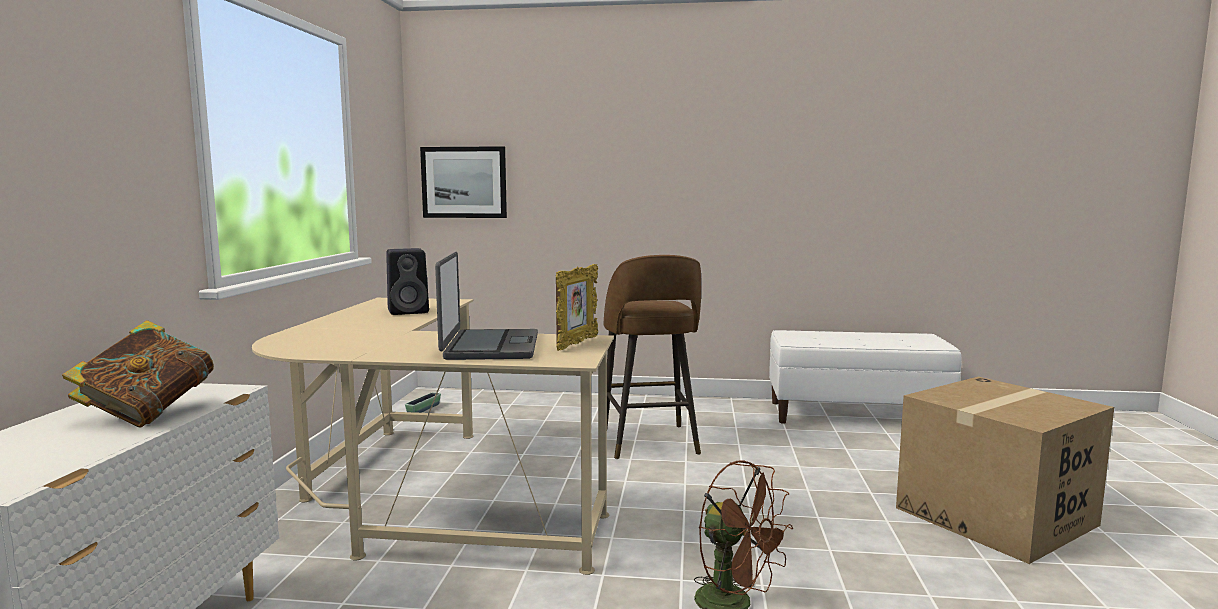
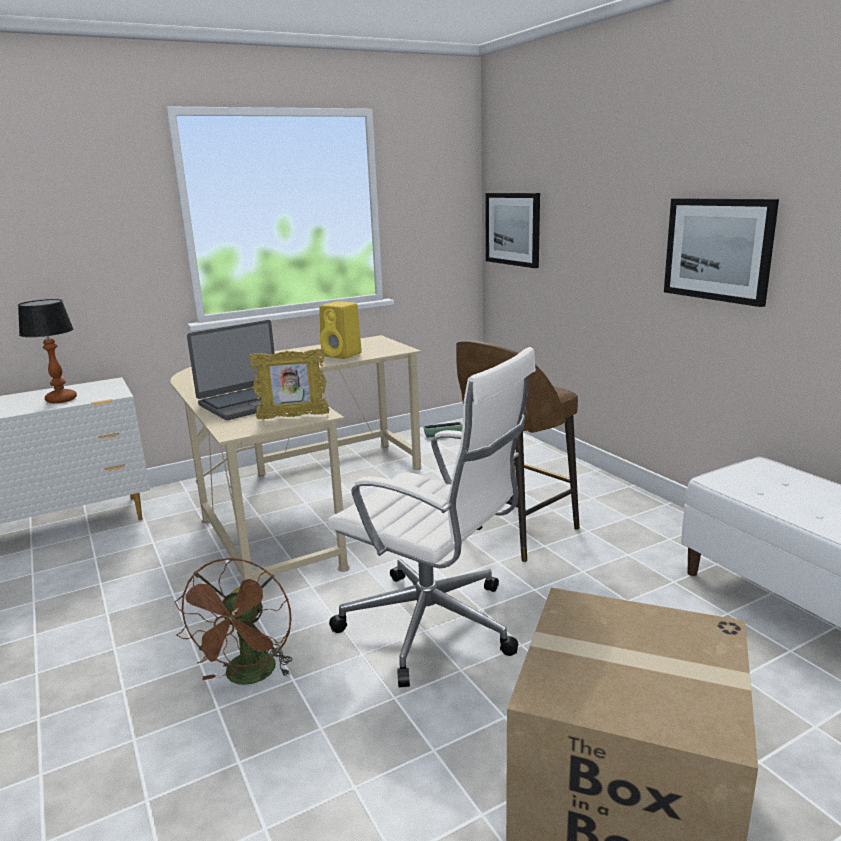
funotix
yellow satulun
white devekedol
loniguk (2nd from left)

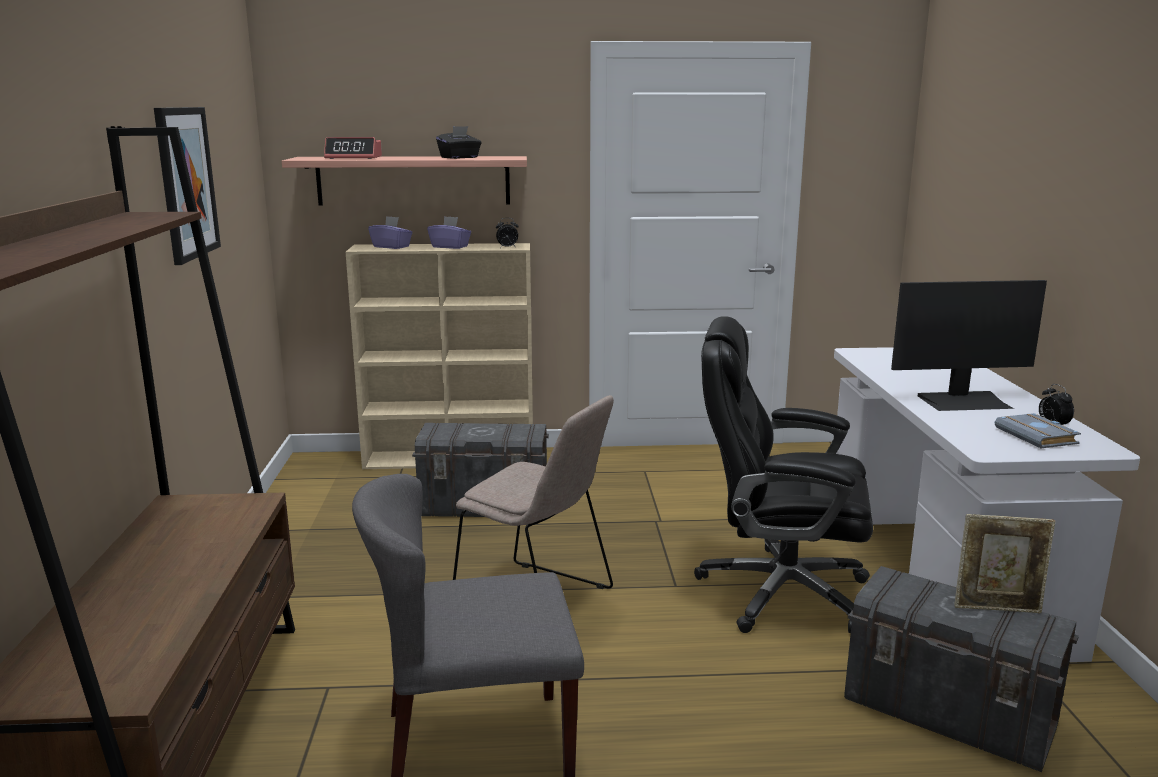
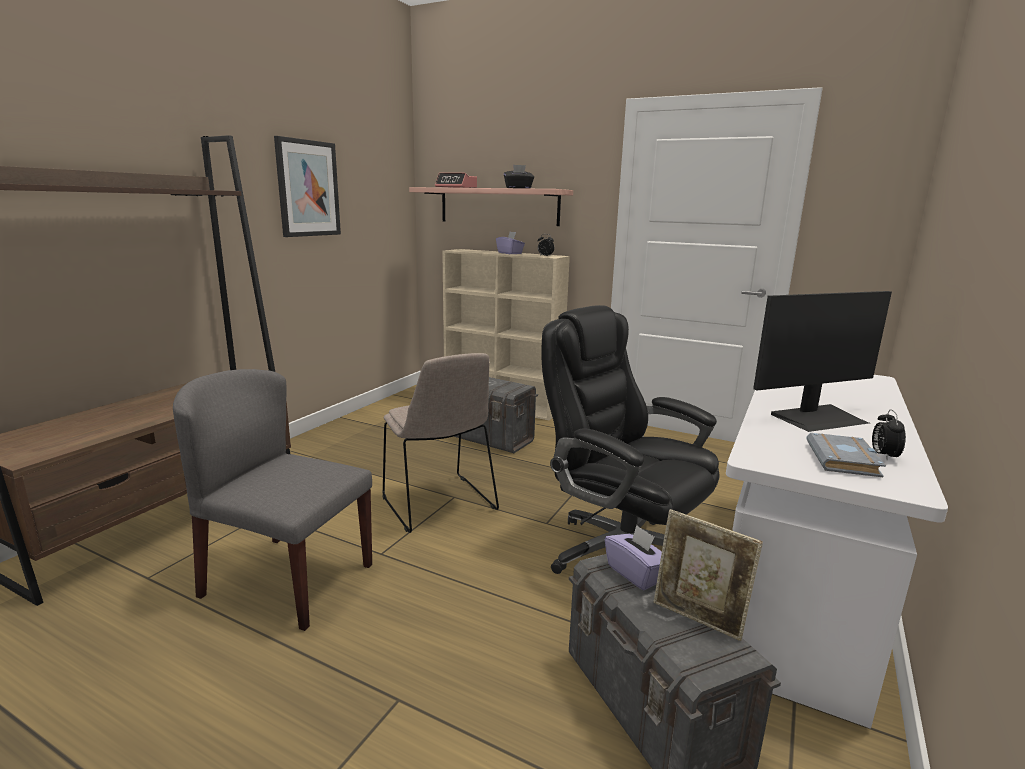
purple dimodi (2nd from left)
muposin

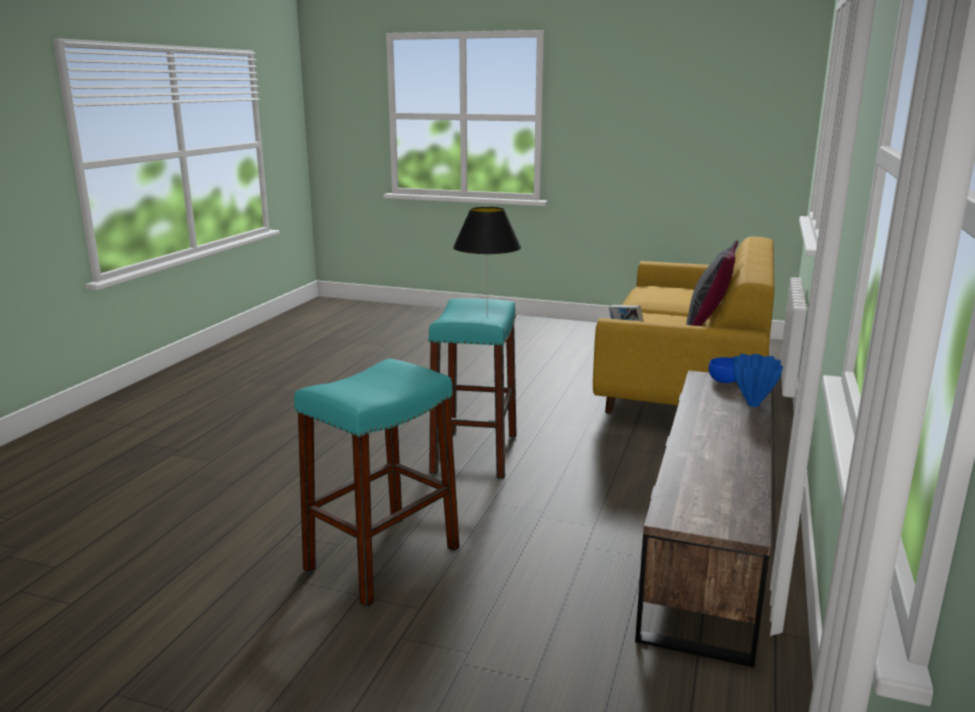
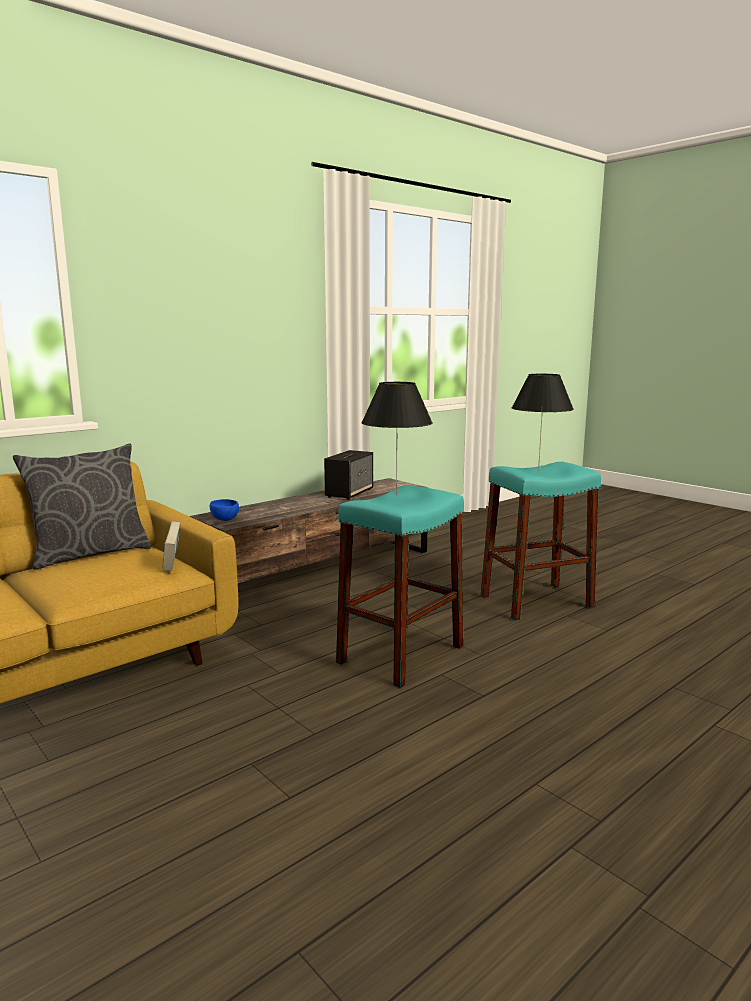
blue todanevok
satulun
black funotix (2nd from left)

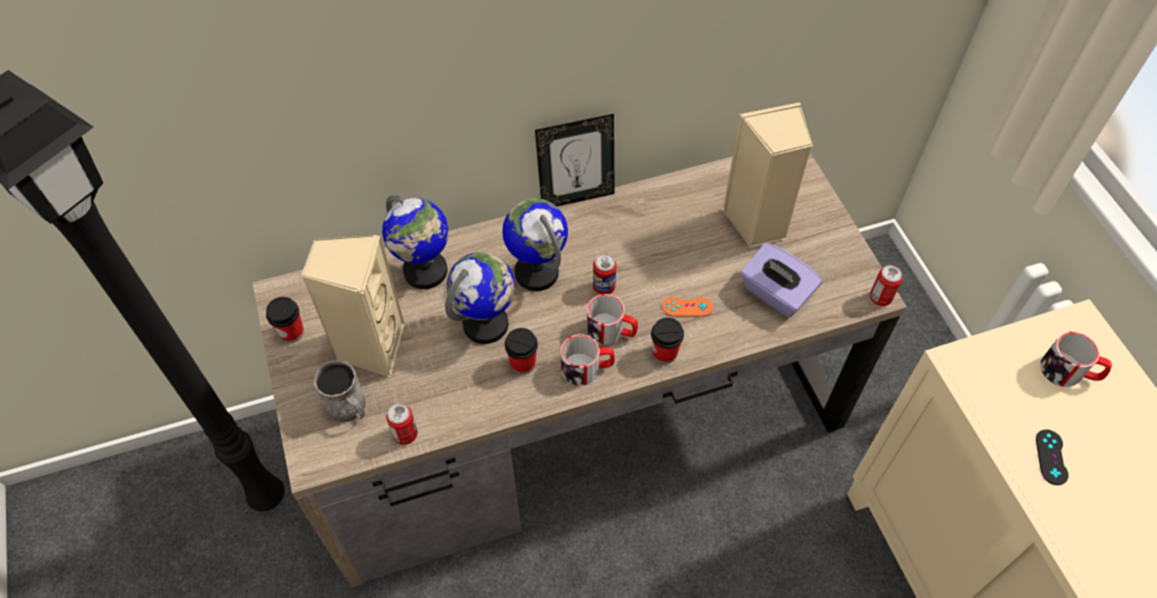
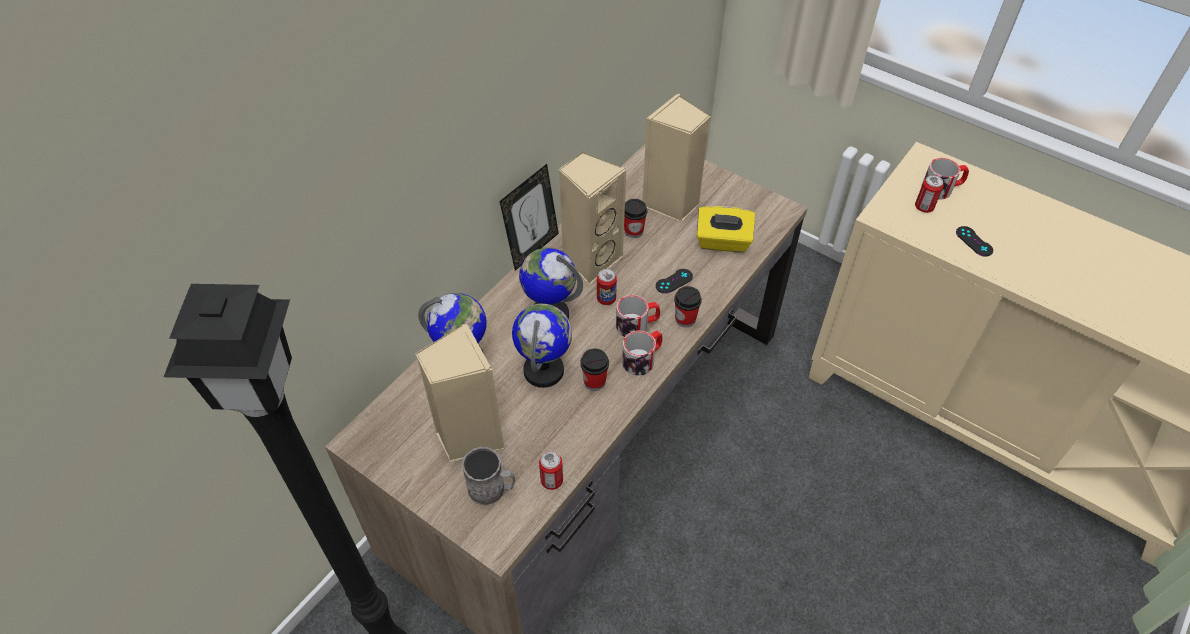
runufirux (2nd from left)
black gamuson (1st from left)
yellow dimodi
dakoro (3rd from left)
beige satulun (2nd from left)

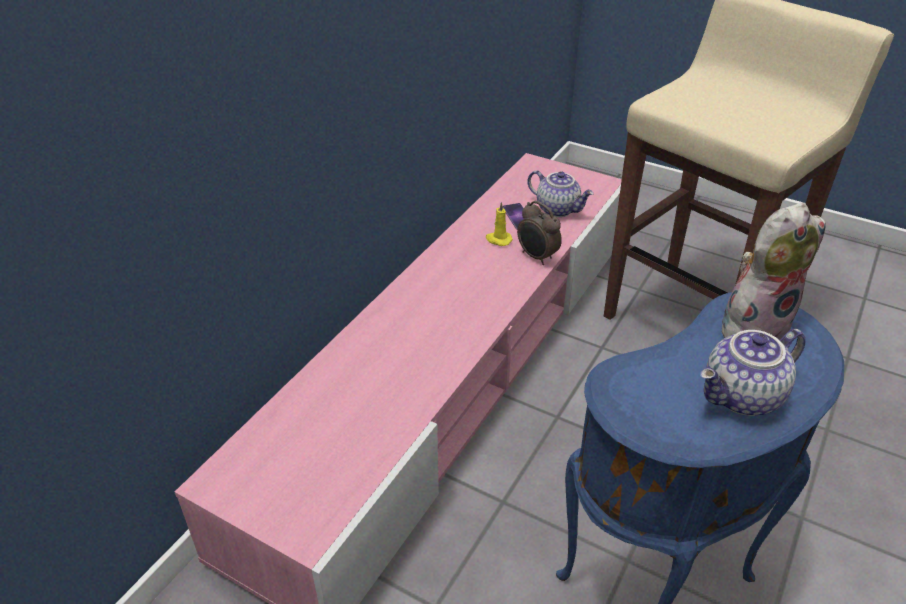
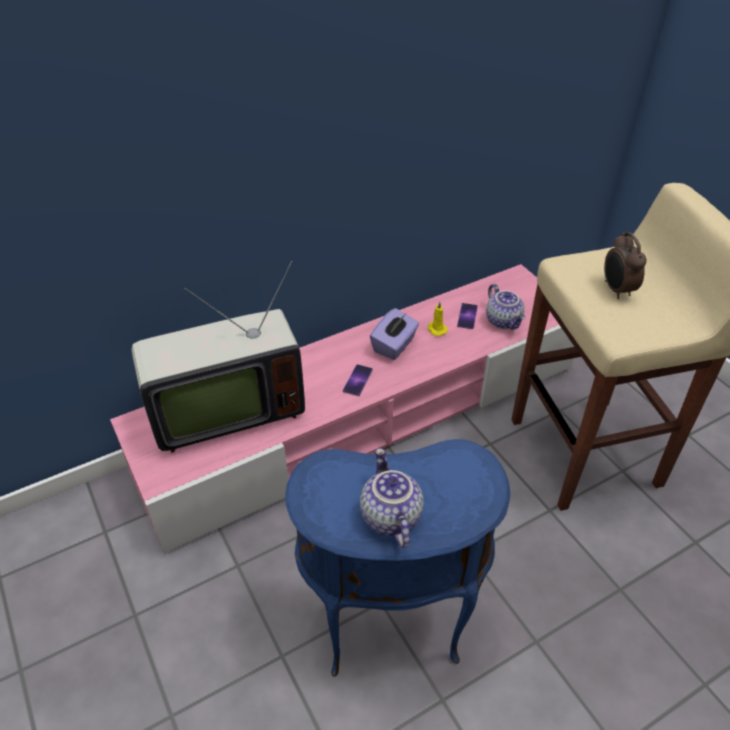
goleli
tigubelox (1st from left)
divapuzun
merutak
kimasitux (1st from left)
purple dimodi

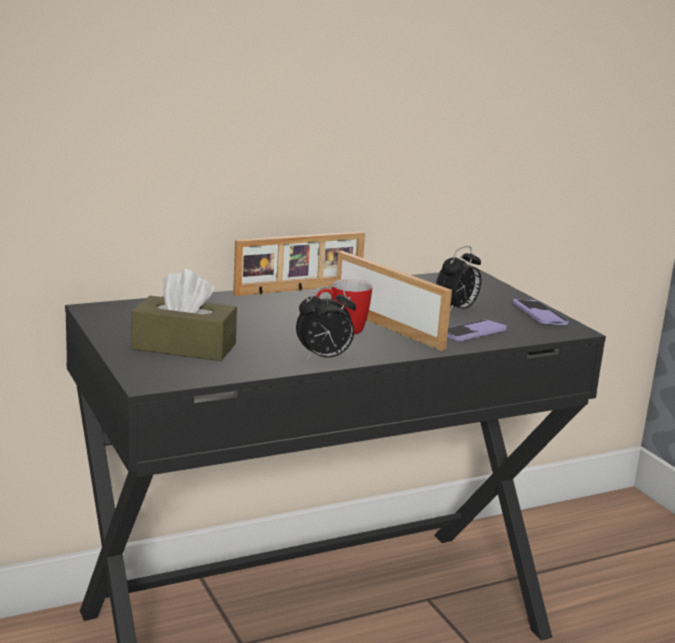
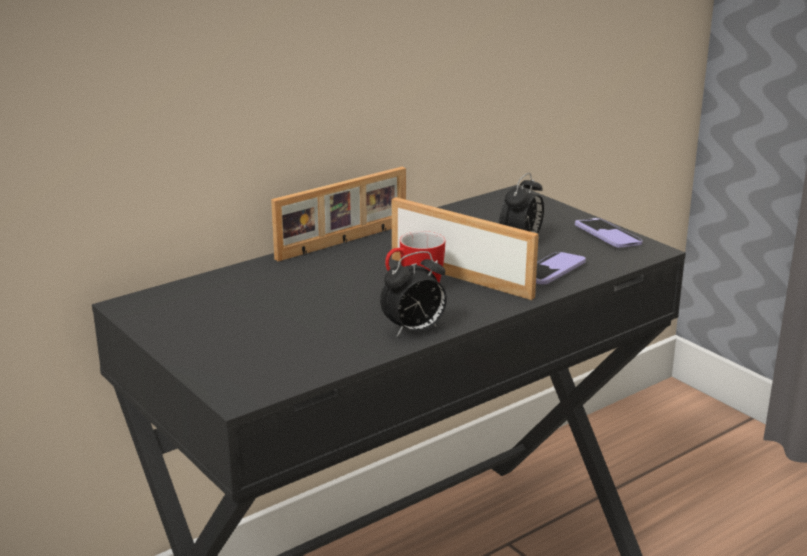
brown dimodi

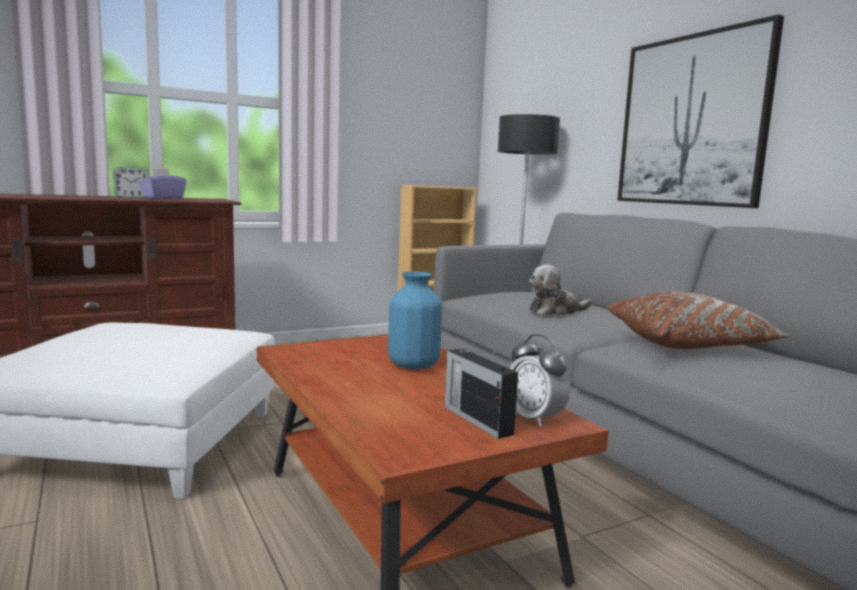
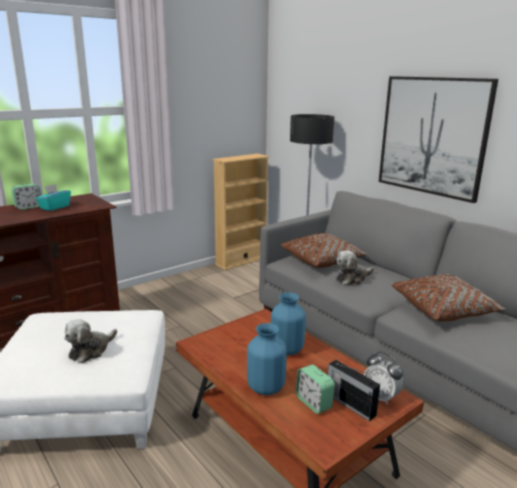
turquoise dimodi
divapuzun (1st from left)
blue todanevok (1st from left)
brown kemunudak (1st from left)
goleli (2nd from left)

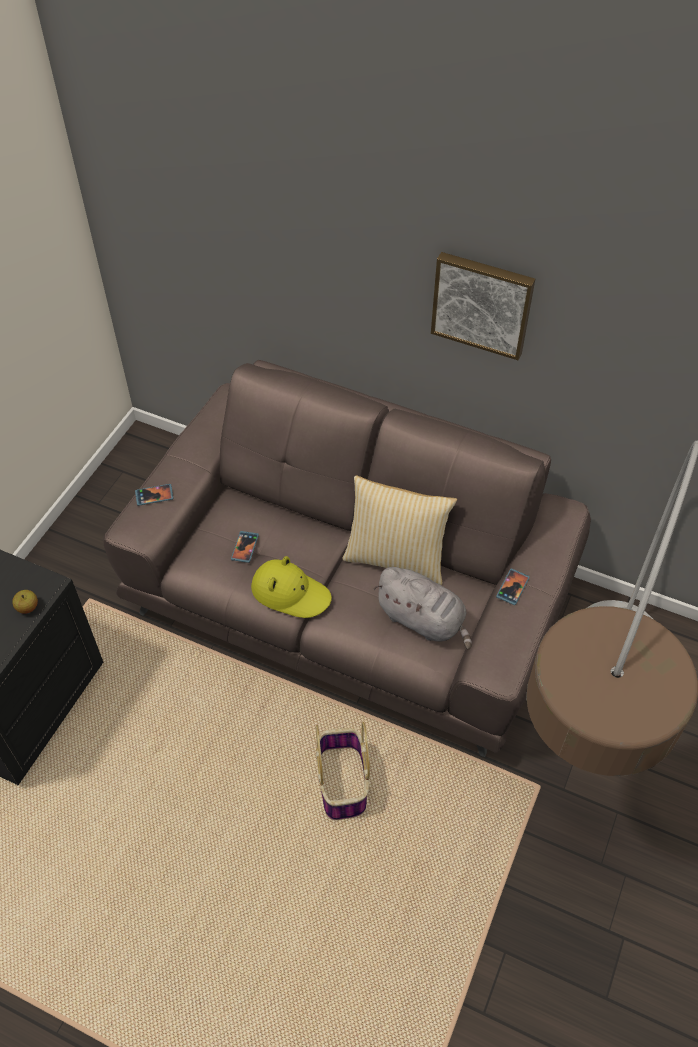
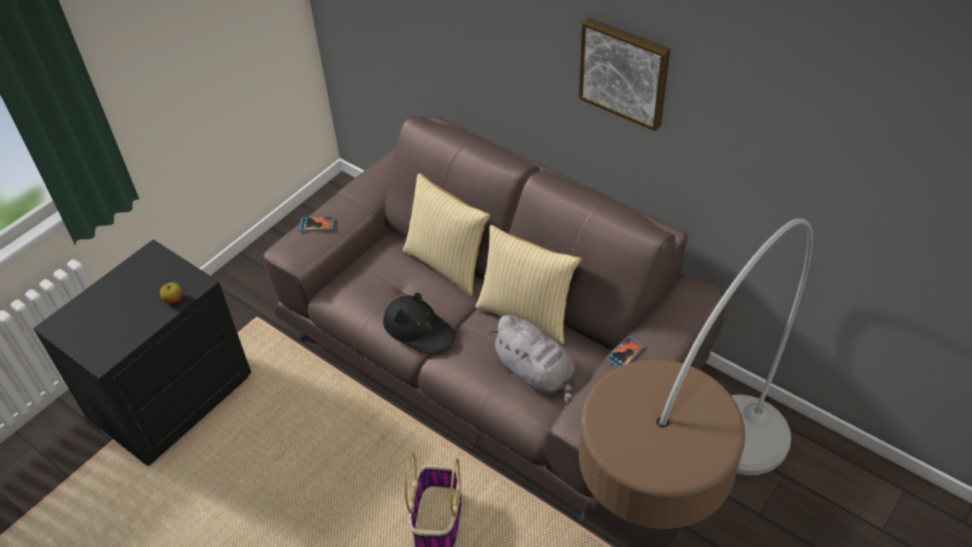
kimasitux (2nd from left in the first image)
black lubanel
kemunudak (1st from left)

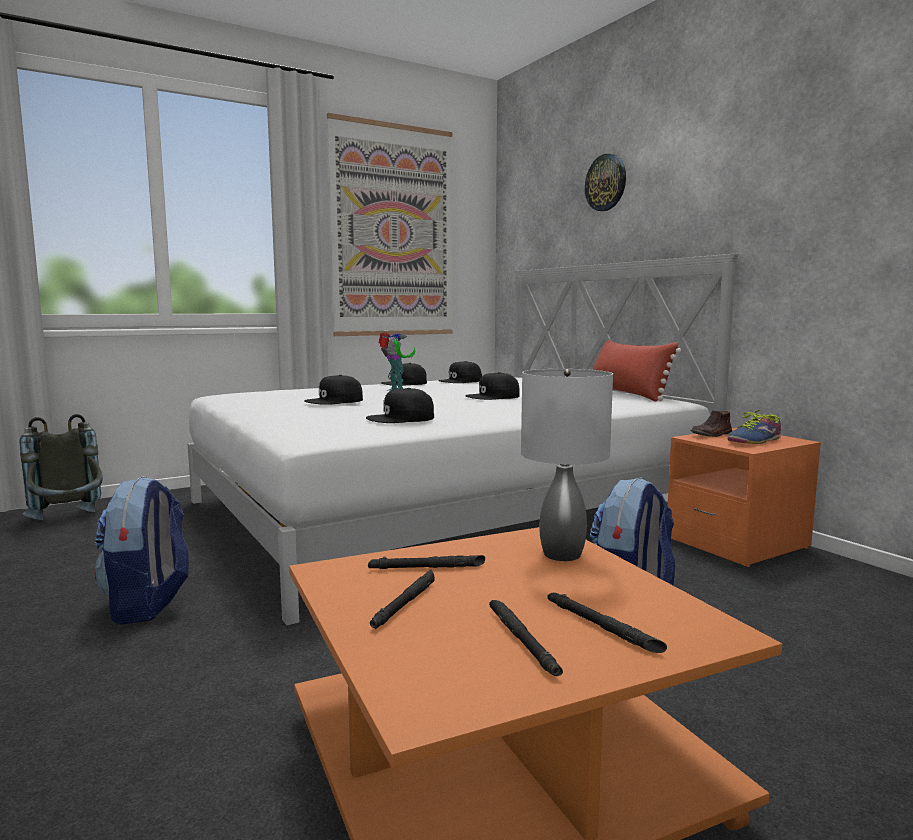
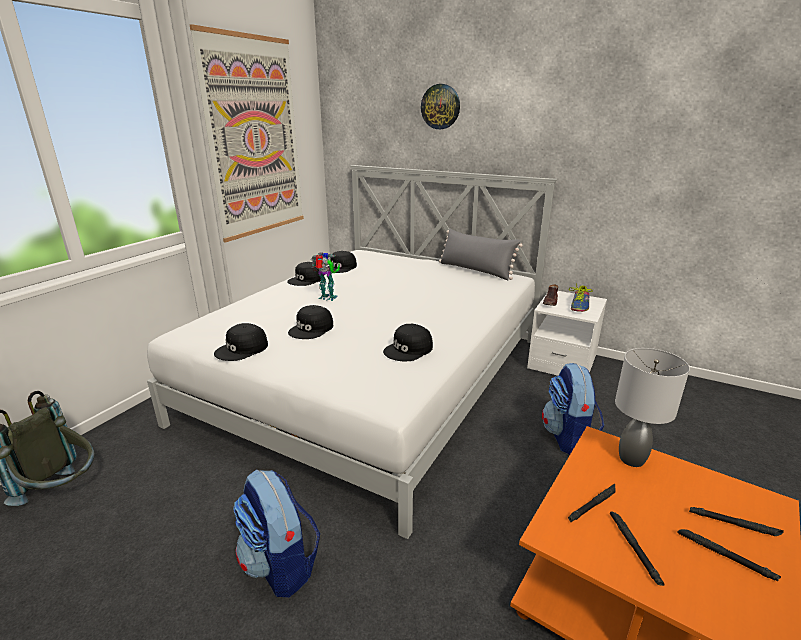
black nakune (1st from left)
grey kemunudak
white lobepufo

